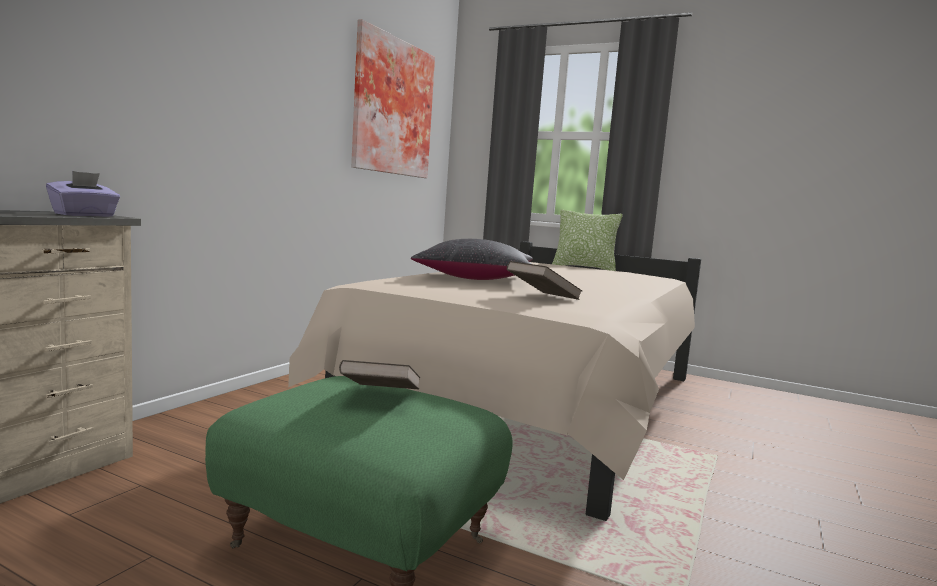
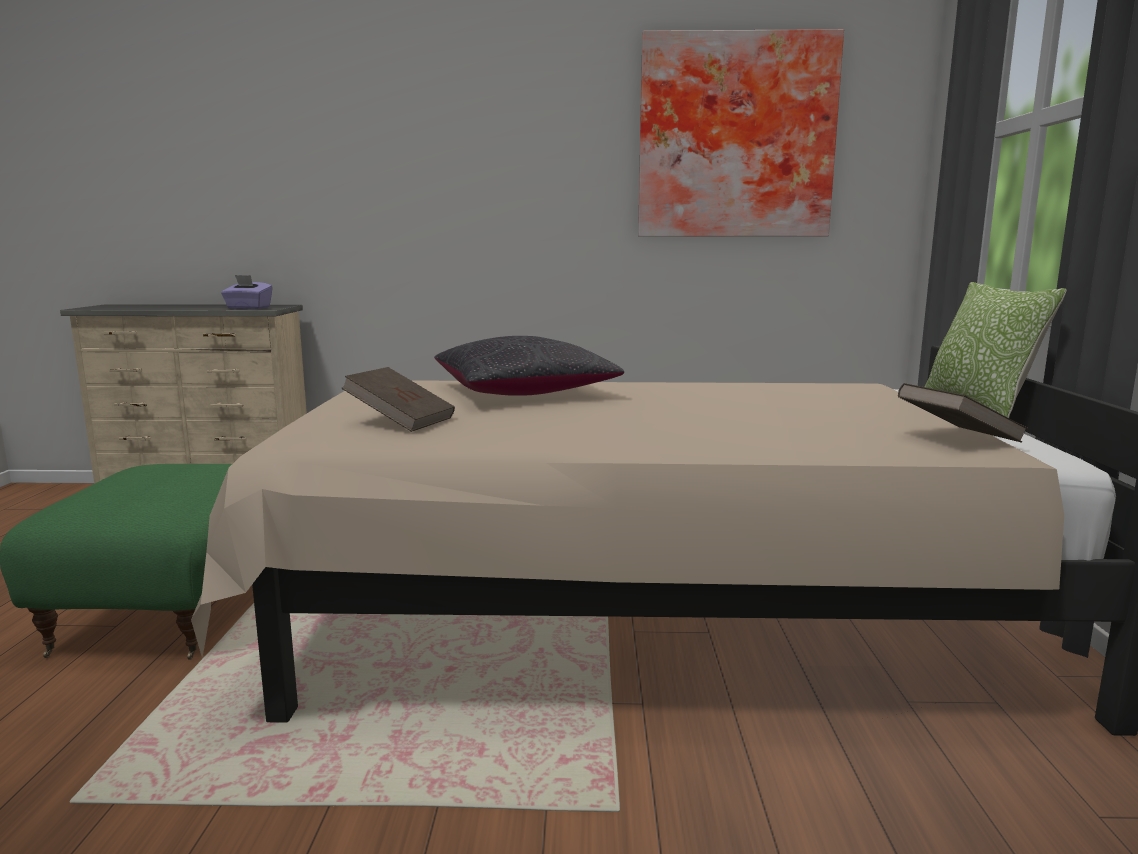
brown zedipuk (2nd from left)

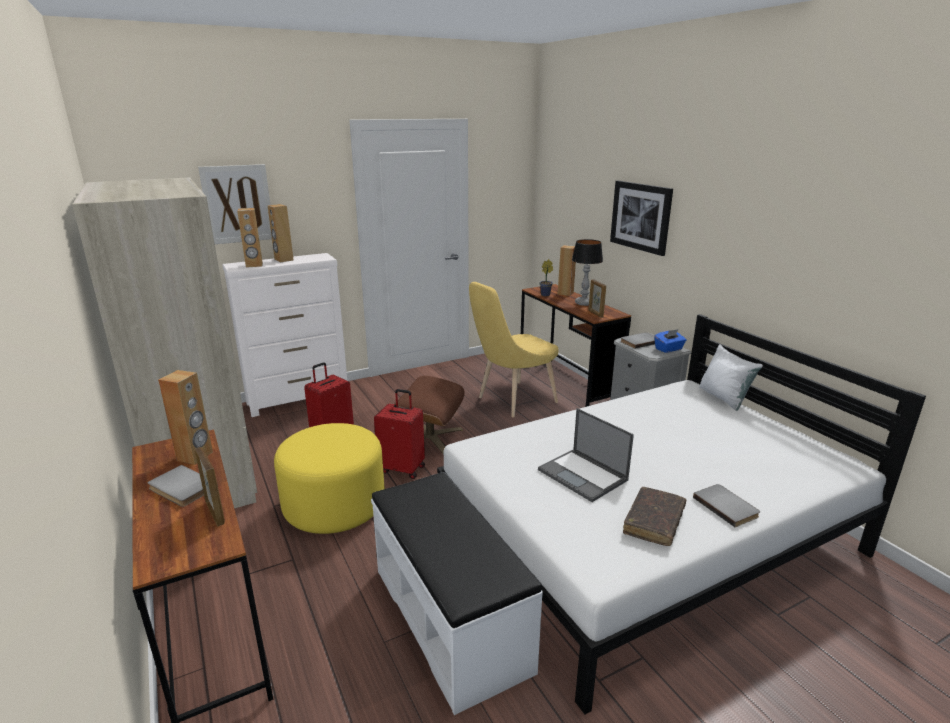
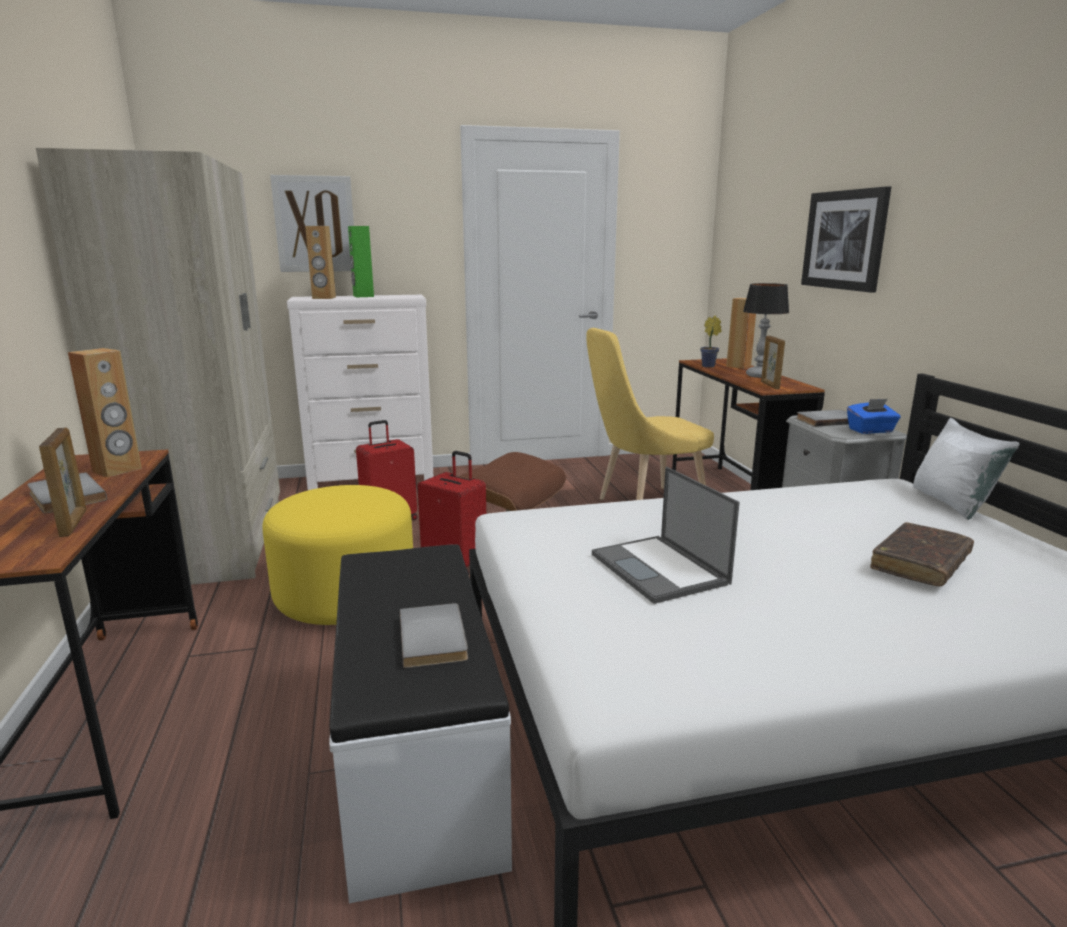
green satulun
brown zedipuk
grey zedipuk (2nd from left)

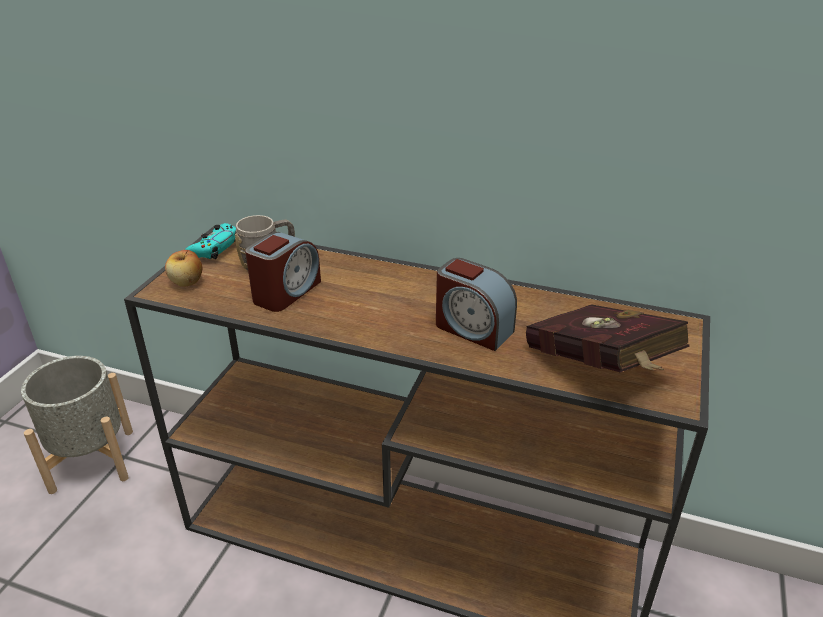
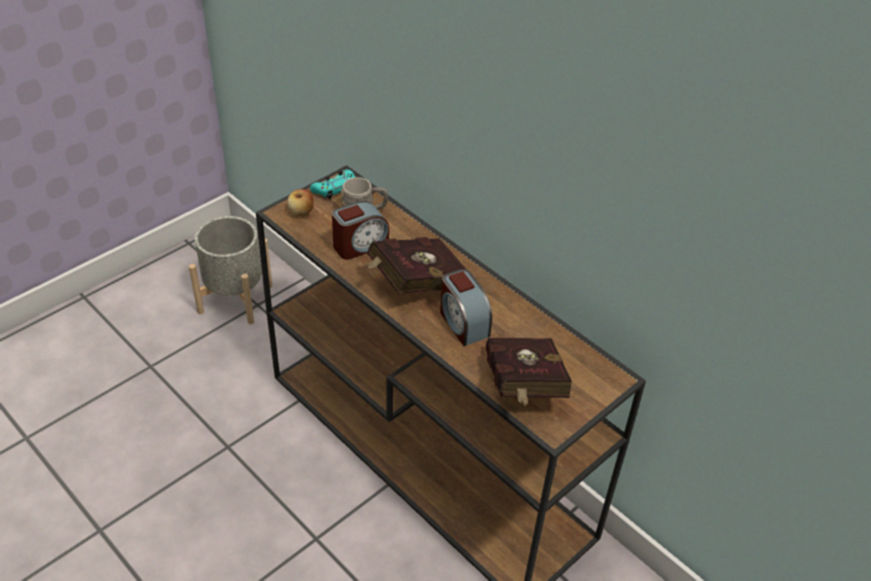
red zedipuk (1st from left)

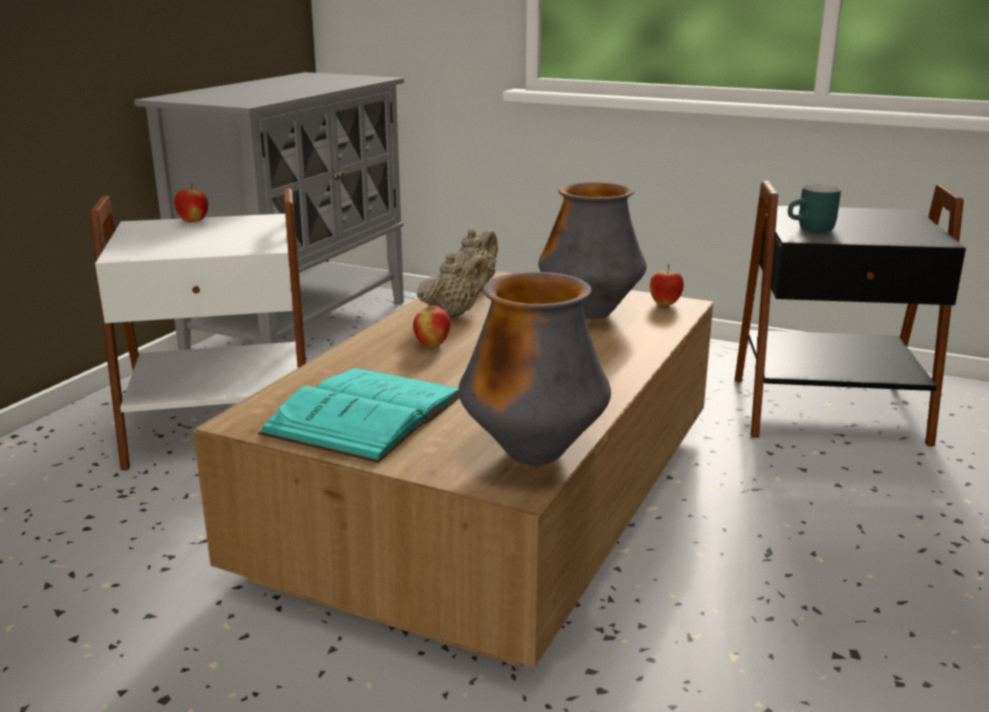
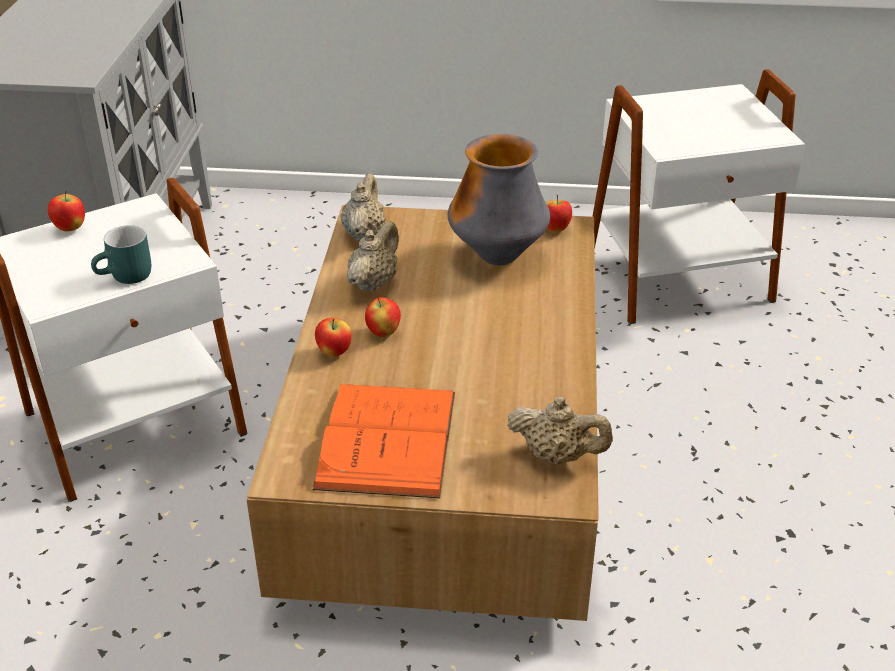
orange zedipuk
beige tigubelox (3rd from left)
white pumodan (2nd from left)
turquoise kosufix
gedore (2nd from left)

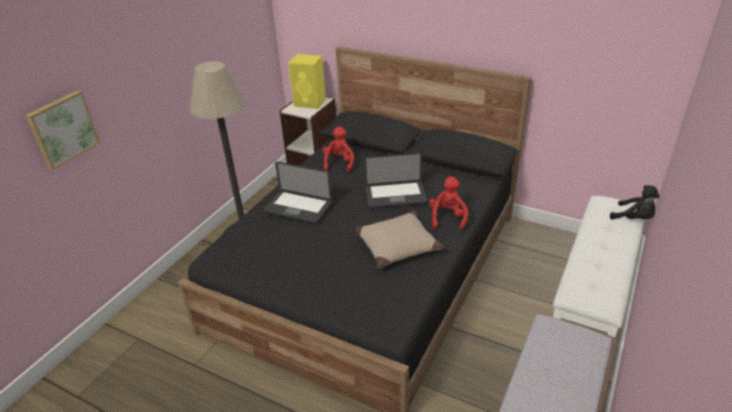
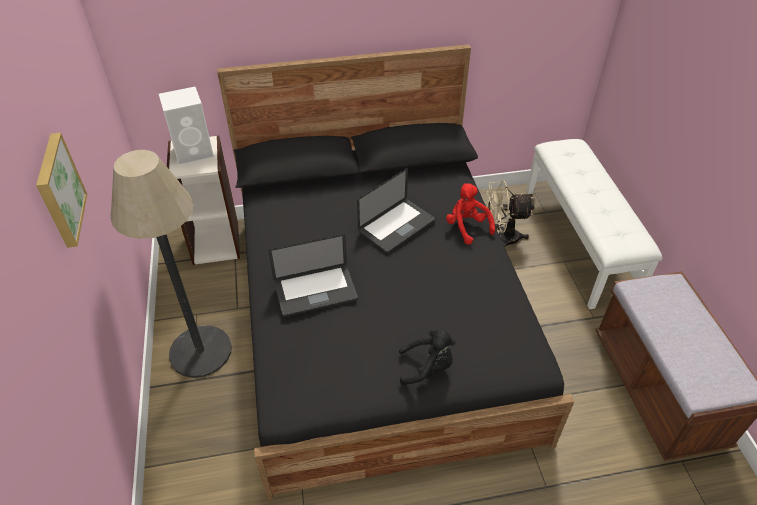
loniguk
white satulun
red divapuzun (1st from left in the first image)
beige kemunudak
black divapuzun
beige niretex

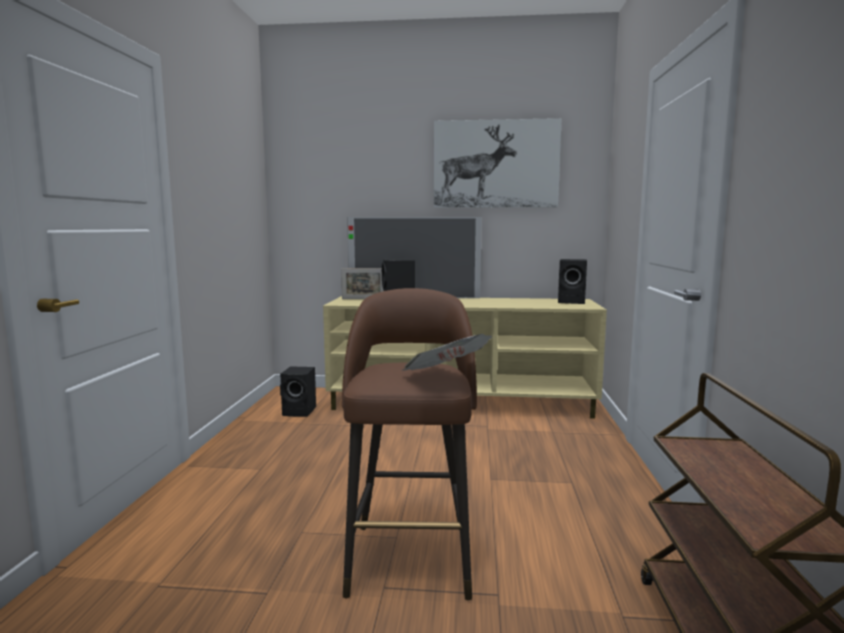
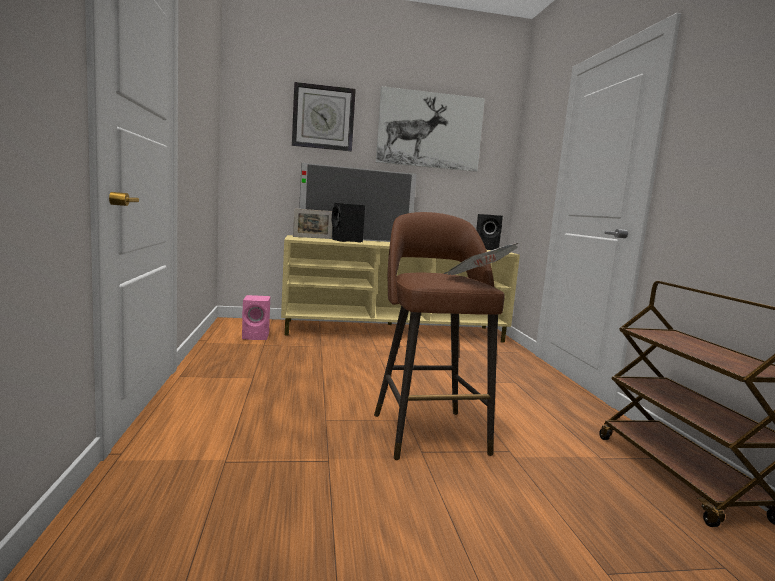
pink satulun
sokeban

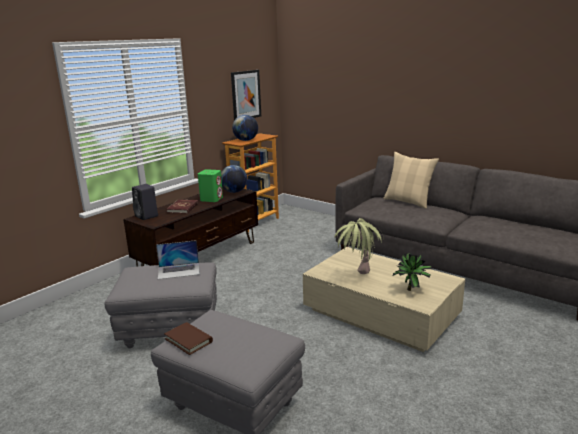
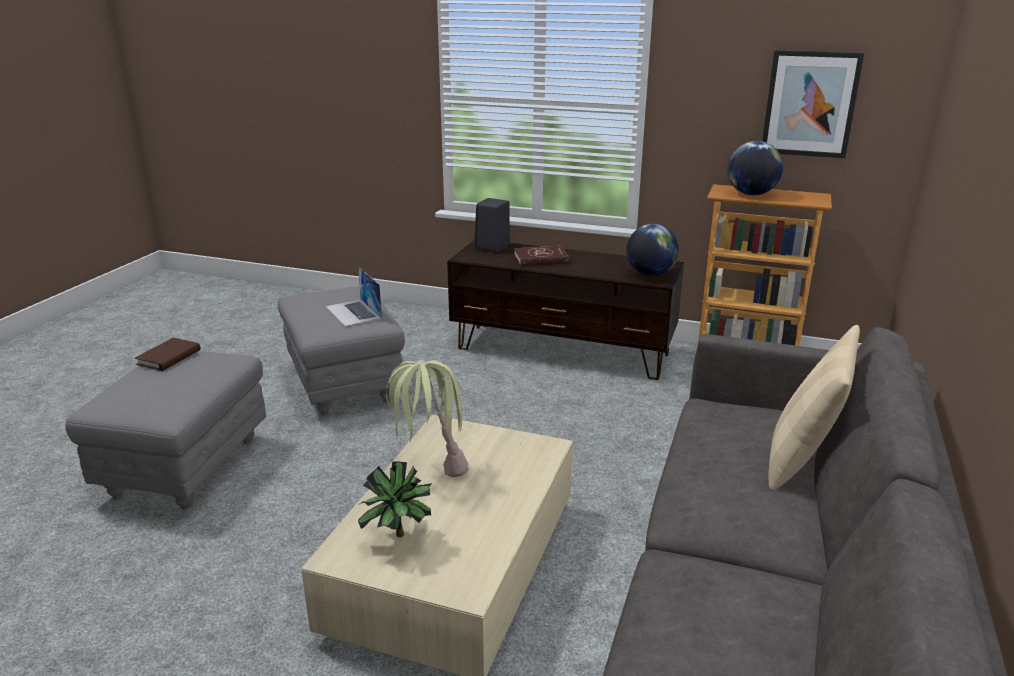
green satulun

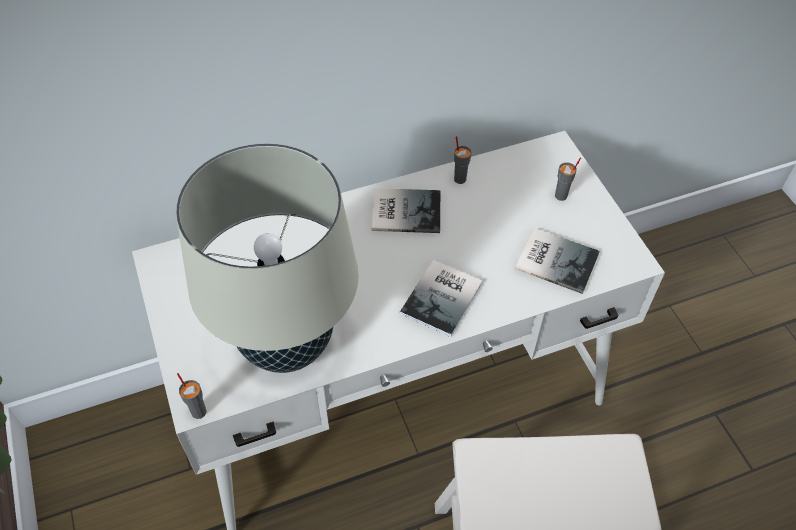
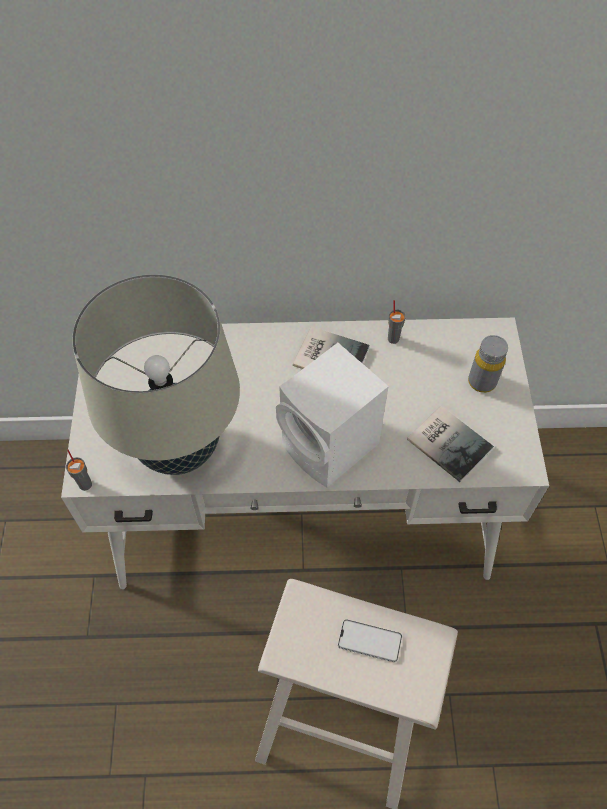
white satulun
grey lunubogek
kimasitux

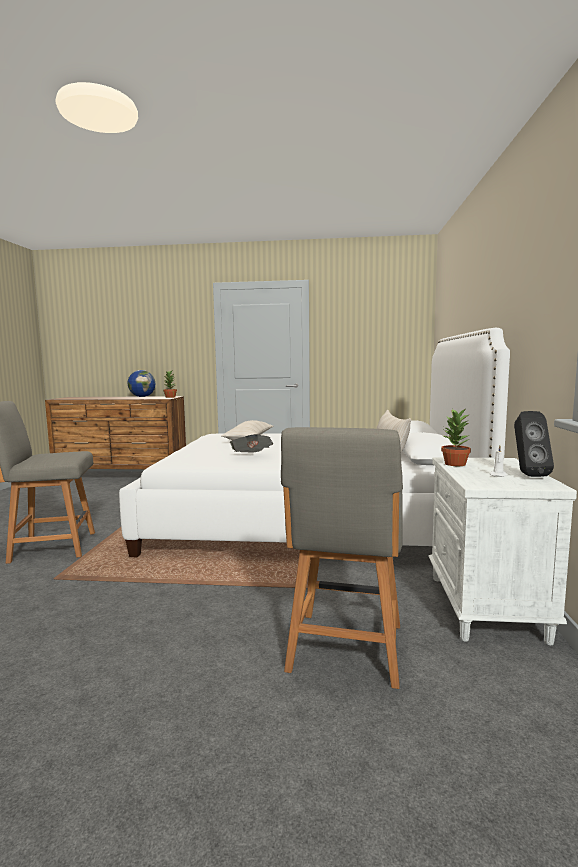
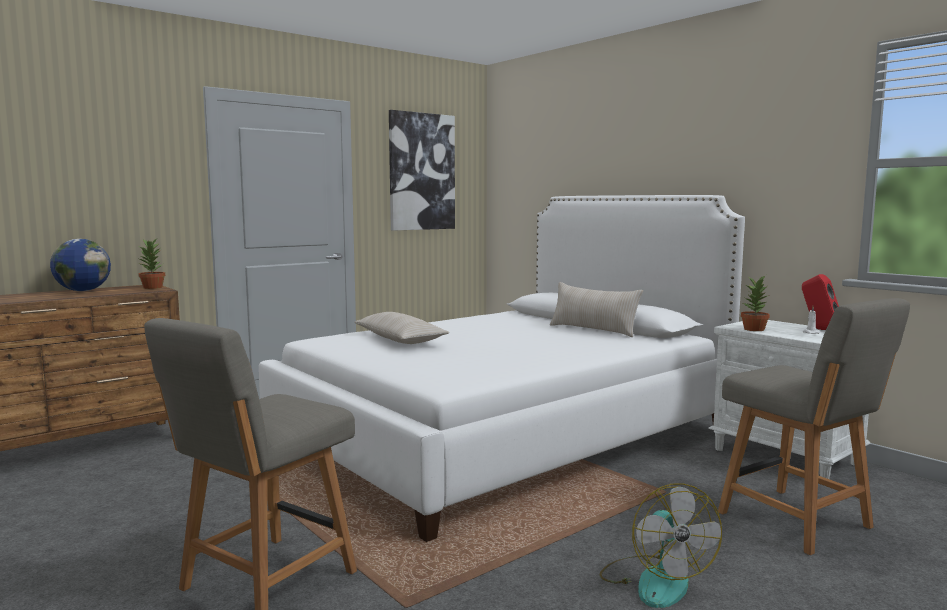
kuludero
red satulun
loniguk
niretex

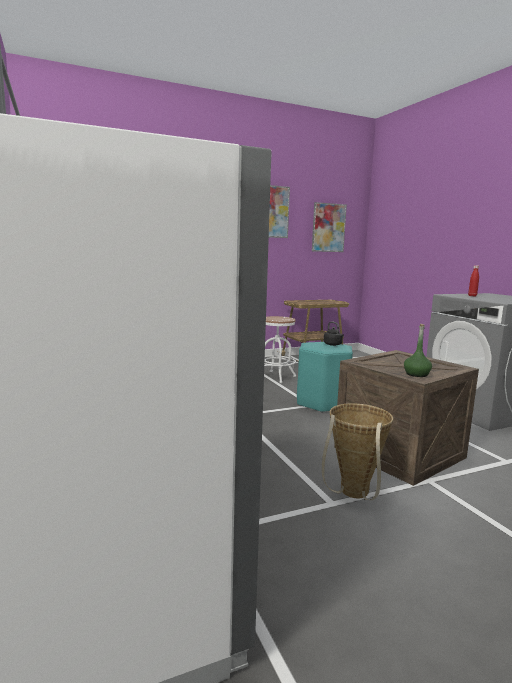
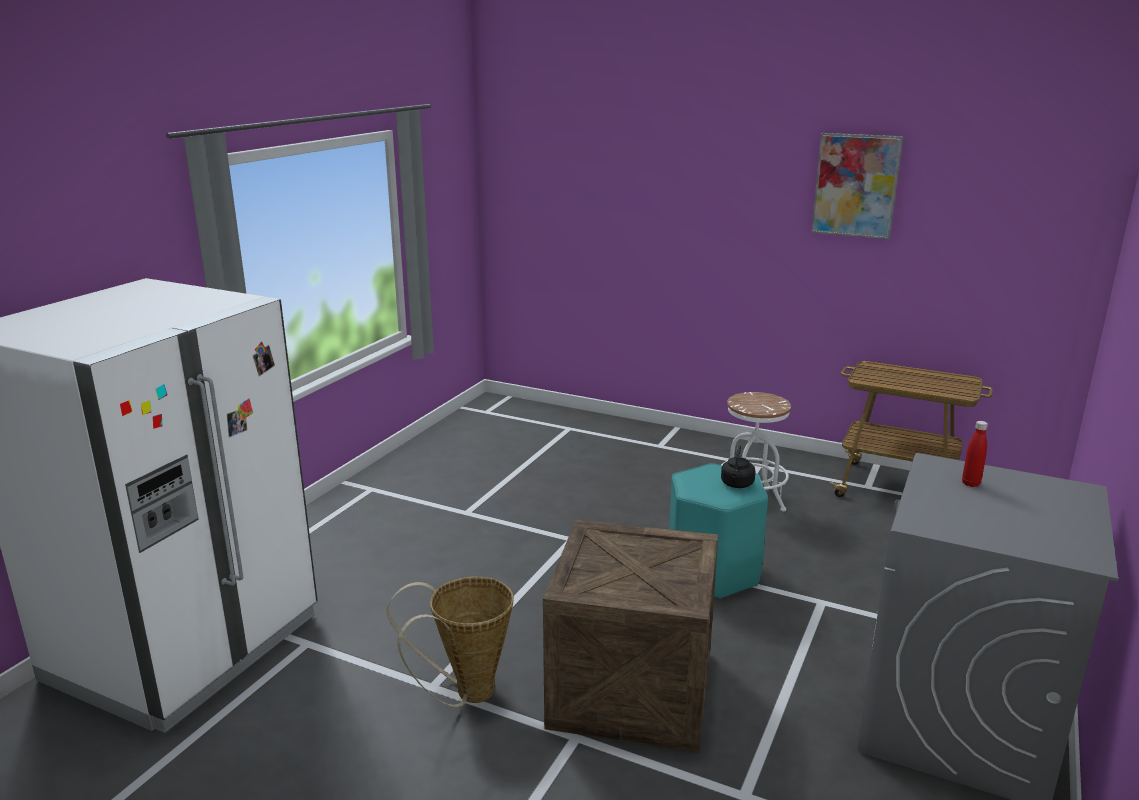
loniguk (2nd from left in the first image)
green lunubogek

